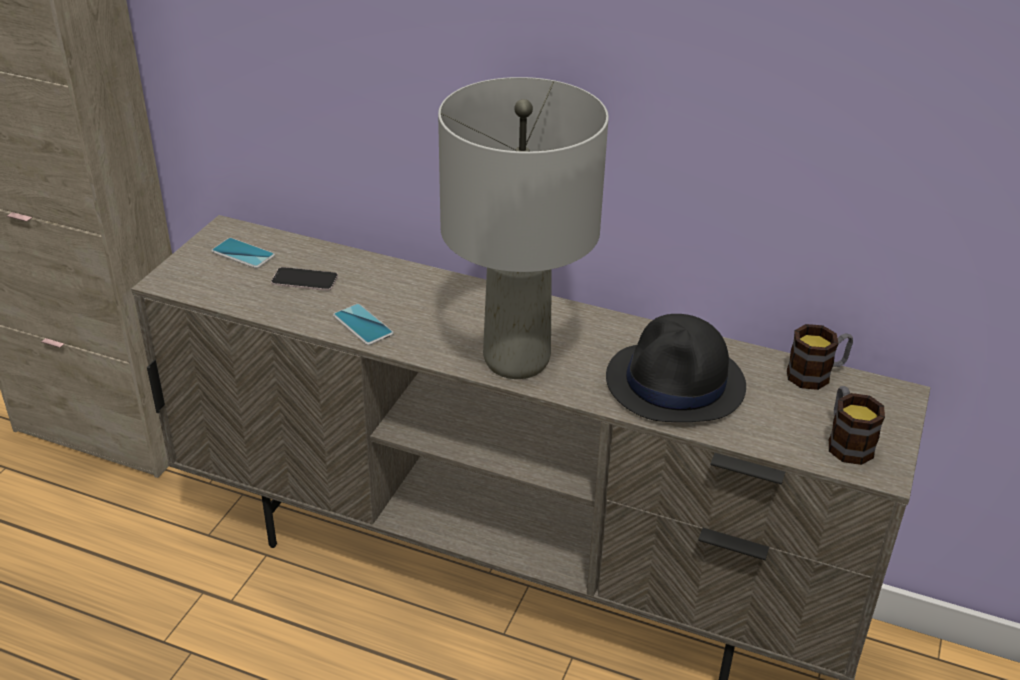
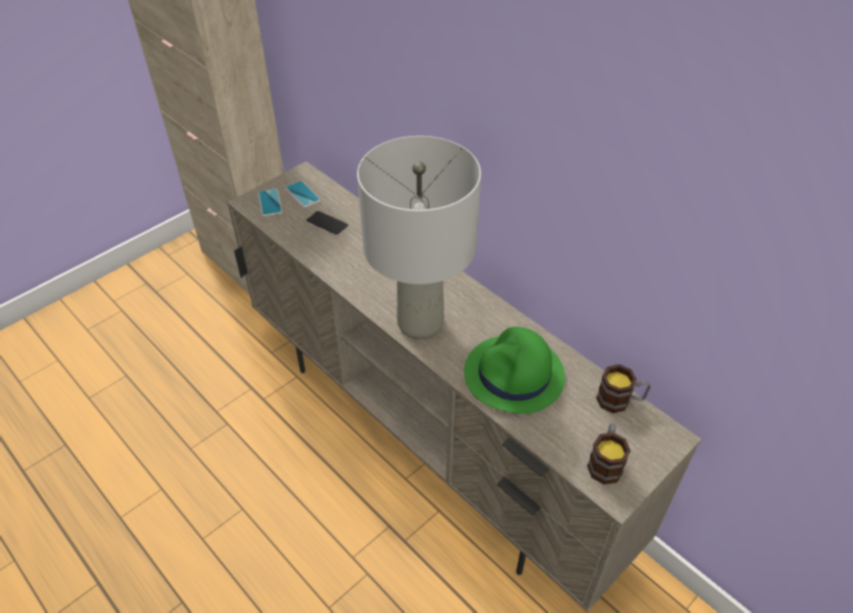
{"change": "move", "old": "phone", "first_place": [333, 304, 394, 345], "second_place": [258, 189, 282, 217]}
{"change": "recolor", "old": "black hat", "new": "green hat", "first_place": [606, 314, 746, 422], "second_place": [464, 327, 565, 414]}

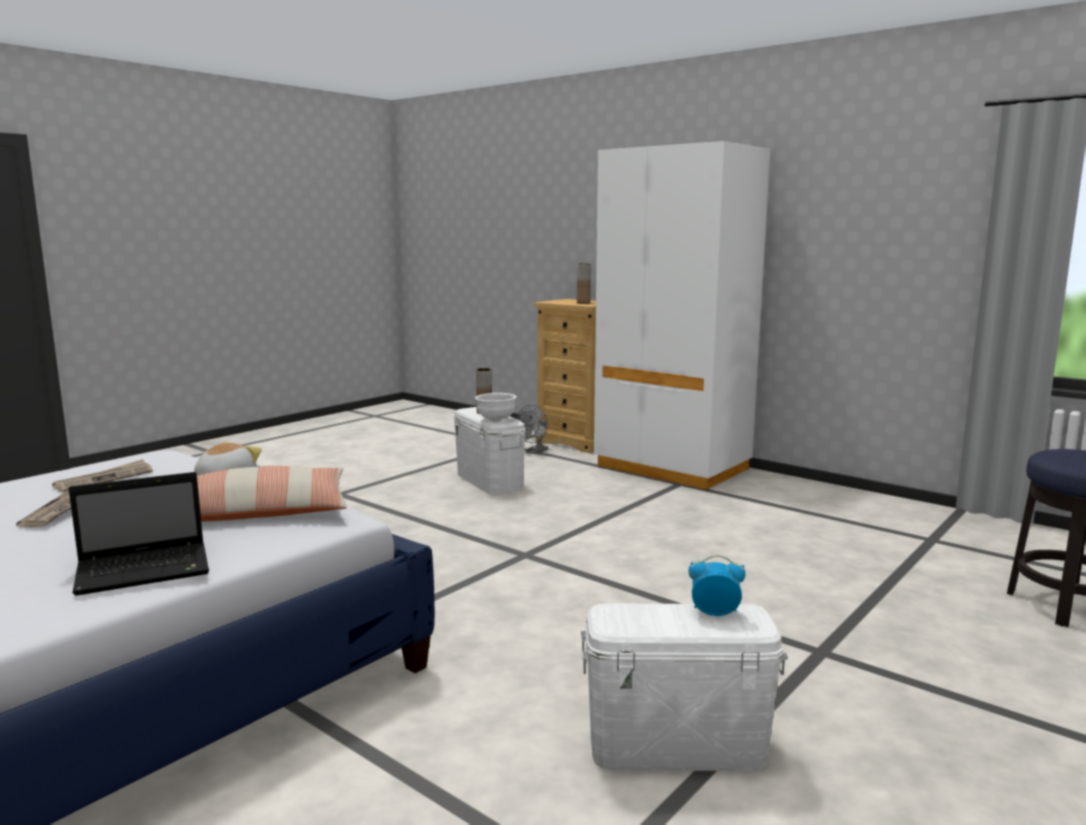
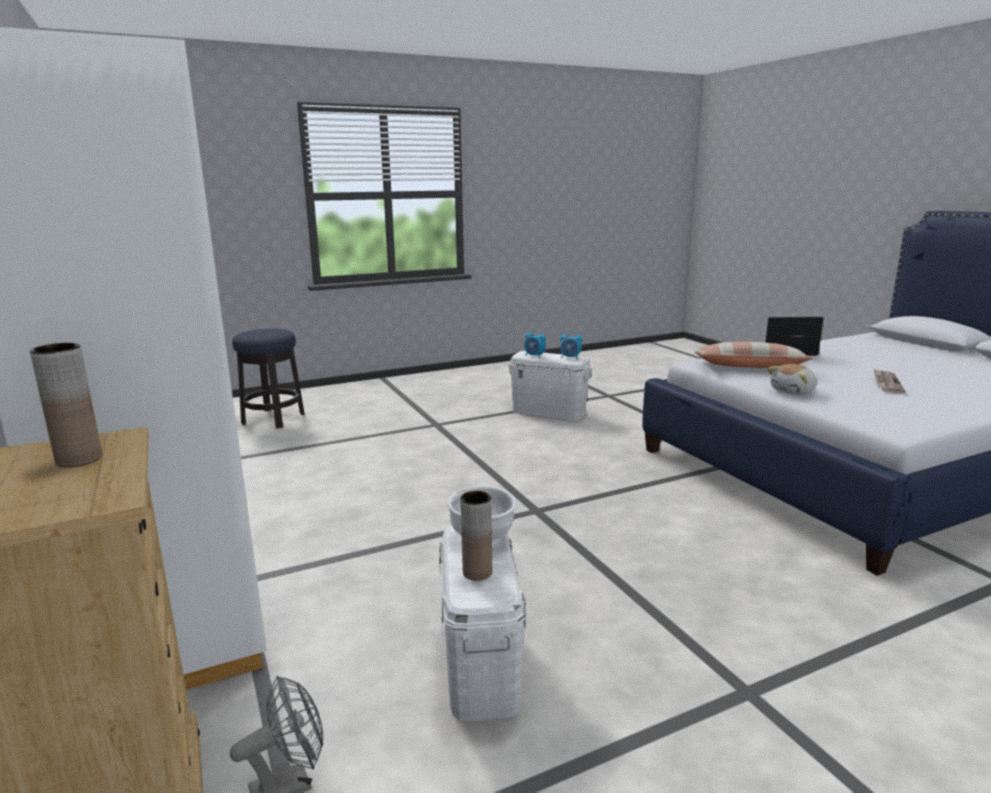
{"change": "insert", "new": "alarm clock", "second_place": [560, 331, 583, 360]}
{"change": "delete", "old": "newspaper", "first_place": [52, 459, 153, 492]}

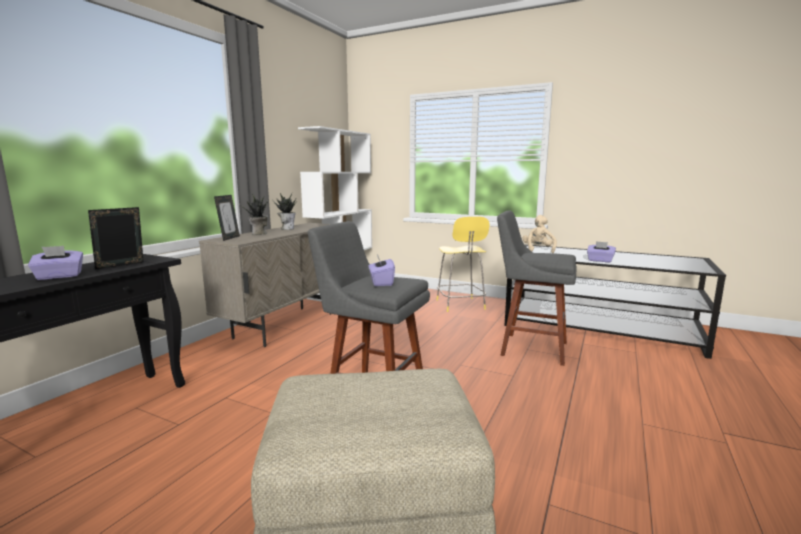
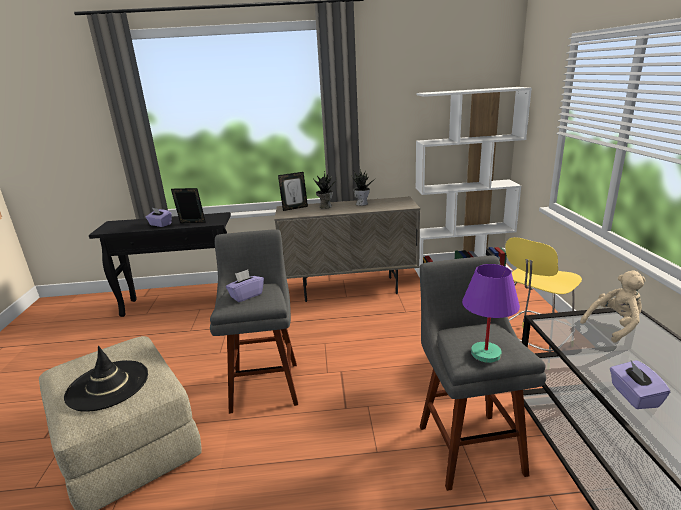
{"change": "insert", "new": "black hat", "second_place": [64, 346, 148, 412]}
{"change": "insert", "new": "purple table lamp", "second_place": [462, 264, 520, 363]}

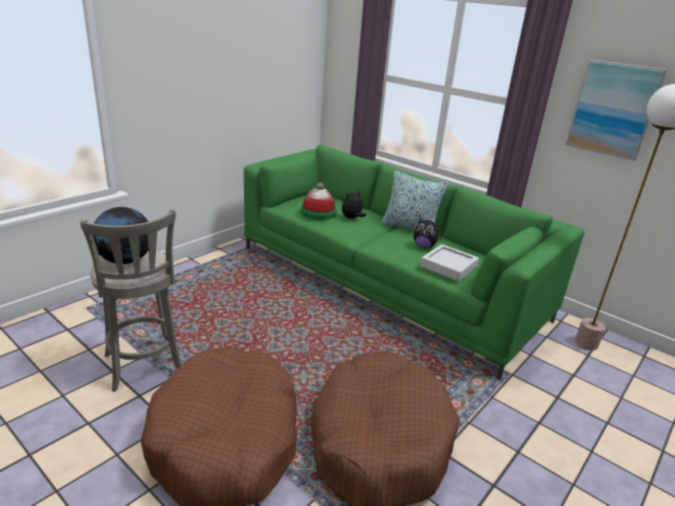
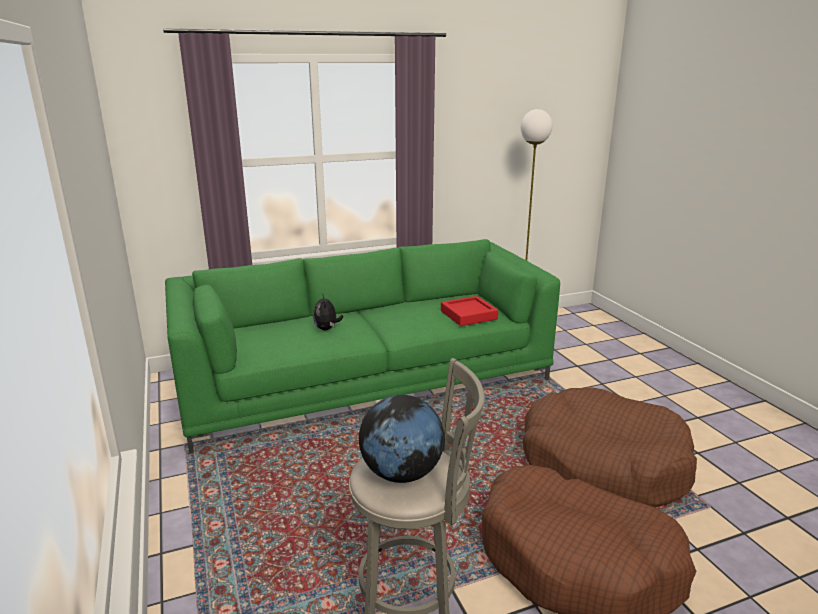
{"change": "recolor", "old": "grey tray", "new": "red tray", "first_place": [420, 244, 479, 281], "second_place": [441, 296, 498, 326]}
{"change": "delete", "old": "hat", "first_place": [301, 182, 337, 220]}
{"change": "delete", "old": "pillow", "first_place": [381, 171, 449, 231]}
{"change": "delete", "old": "plush toy", "first_place": [414, 217, 441, 248]}
{"change": "delete", "old": "picture", "first_place": [566, 59, 667, 161]}

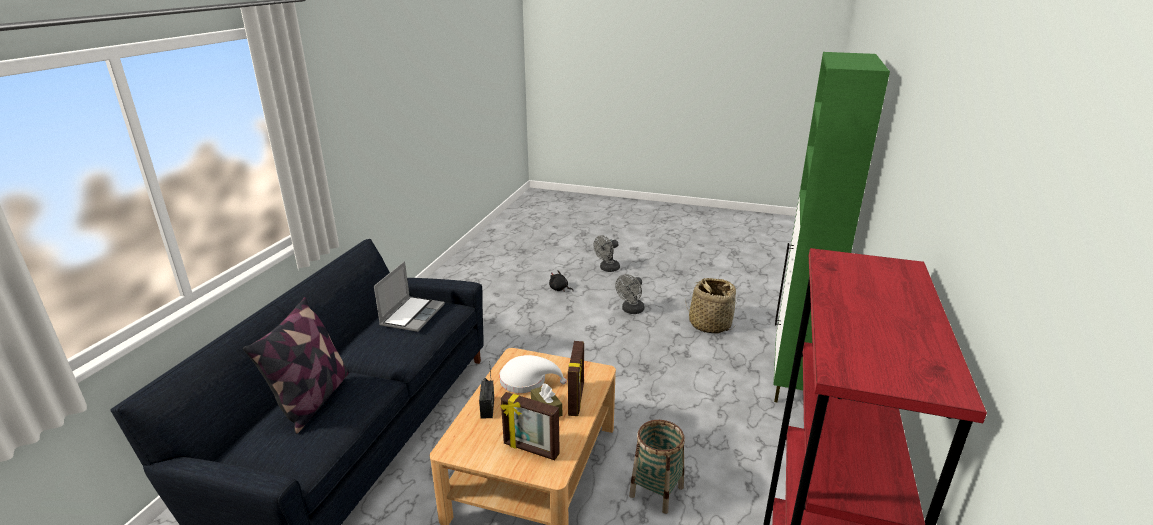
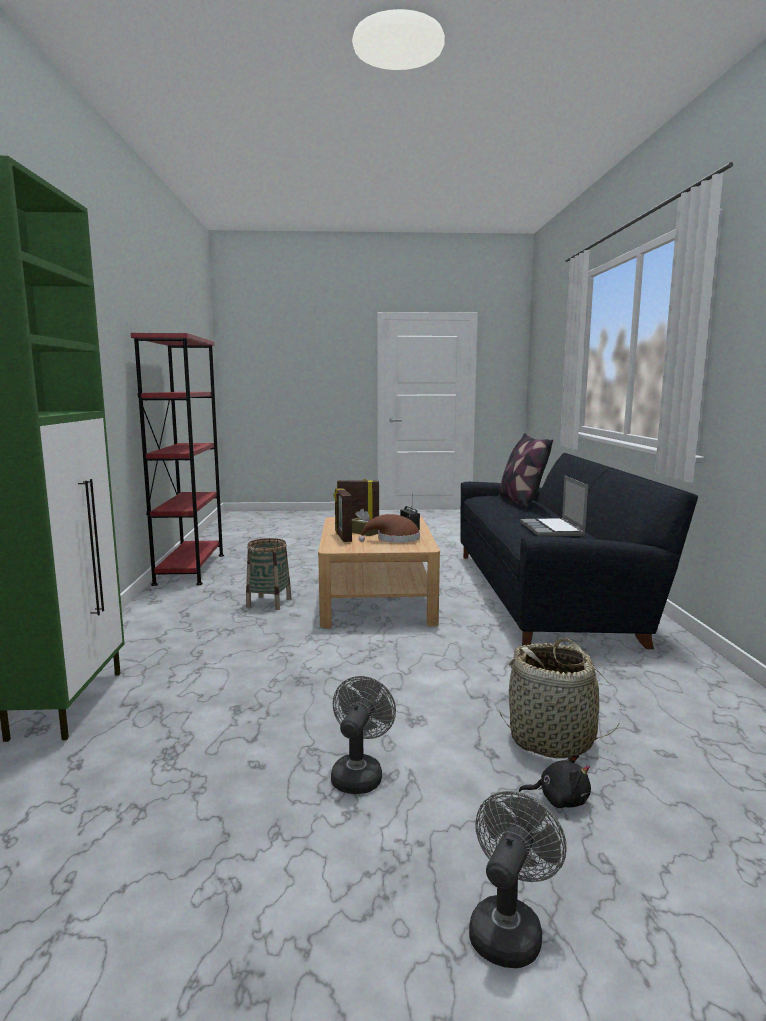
{"change": "recolor", "old": "white hat", "new": "brown hat", "first_place": [499, 355, 567, 393], "second_place": [358, 514, 420, 543]}
{"change": "move", "old": "basket", "first_place": [686, 278, 736, 334], "second_place": [499, 638, 621, 758]}

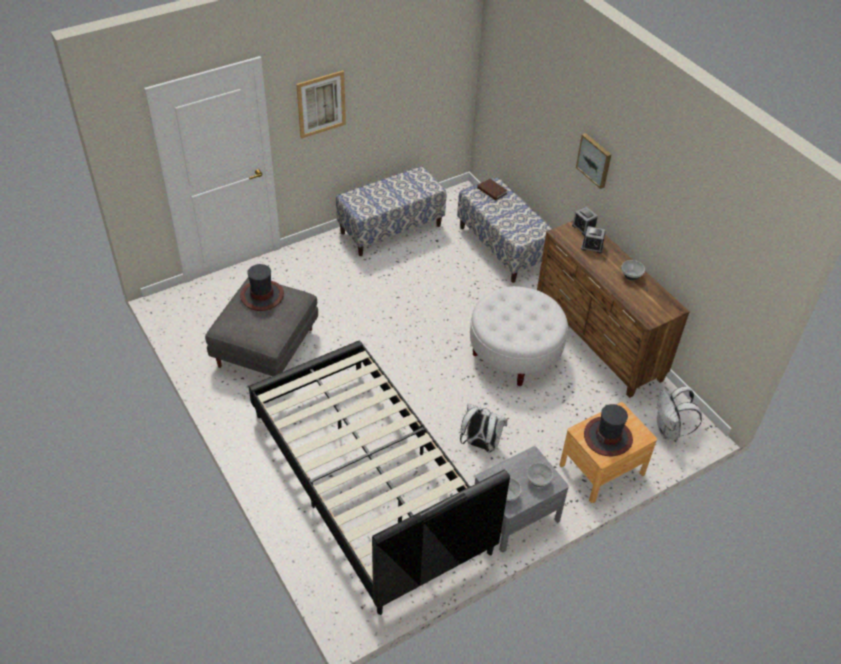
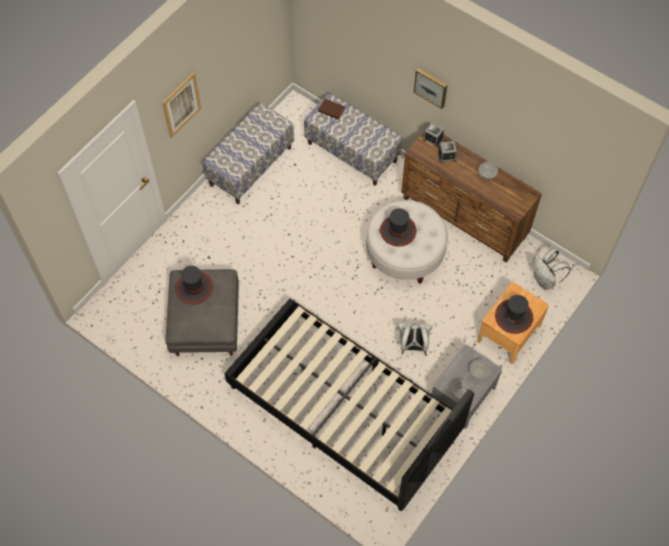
{"change": "insert", "new": "hat", "second_place": [380, 208, 416, 247]}

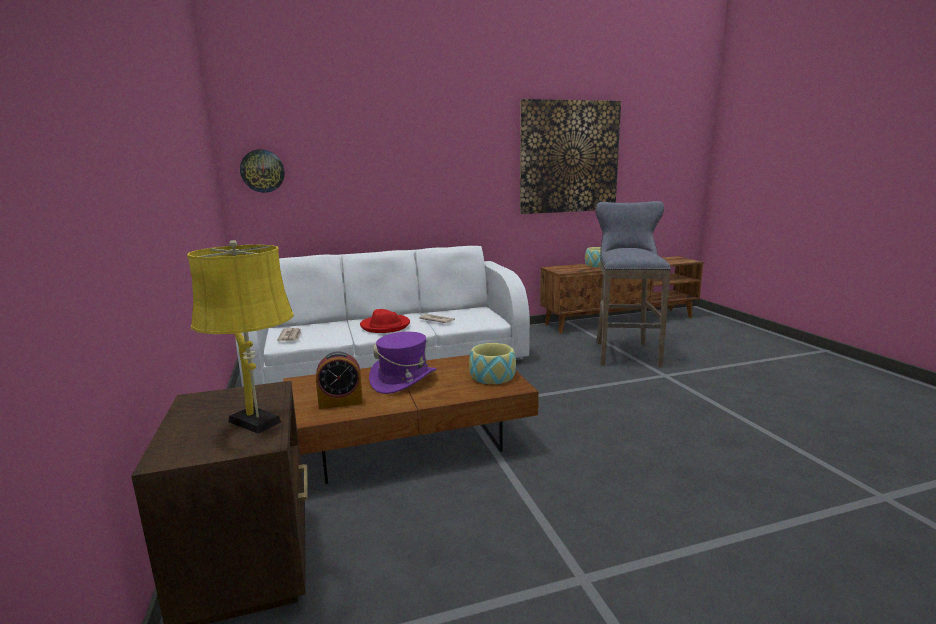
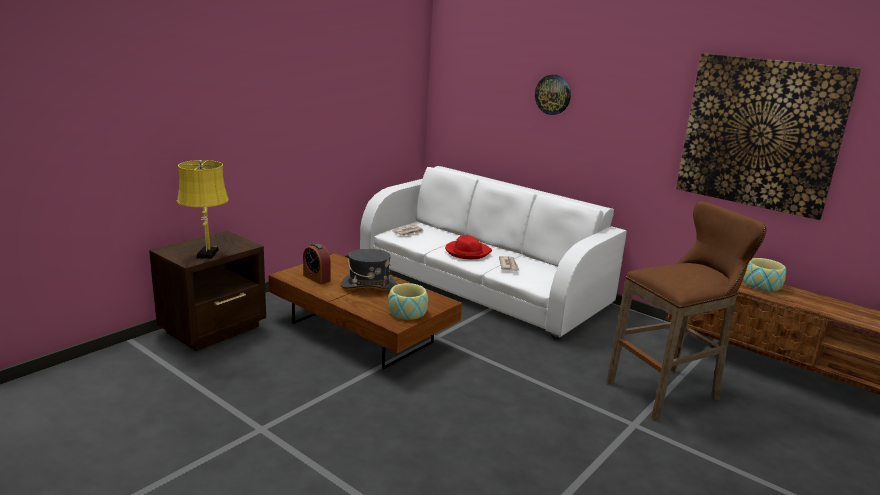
{"change": "recolor", "old": "purple hat", "new": "grey hat", "first_place": [369, 332, 436, 394], "second_place": [340, 249, 397, 289]}
{"change": "move", "old": "wall clock", "first_place": [240, 150, 285, 193], "second_place": [535, 75, 571, 115]}
{"change": "recolor", "old": "grey stool", "new": "brown stool", "first_place": [596, 201, 671, 368], "second_place": [607, 201, 767, 420]}

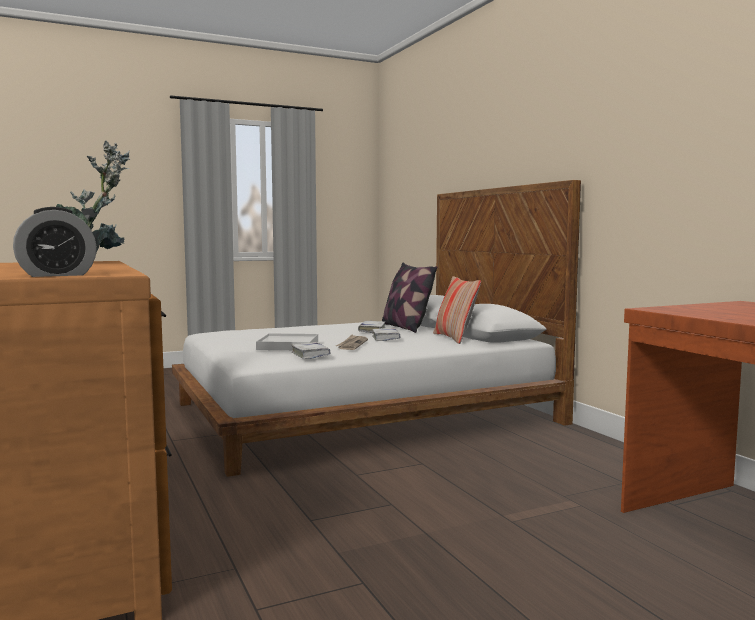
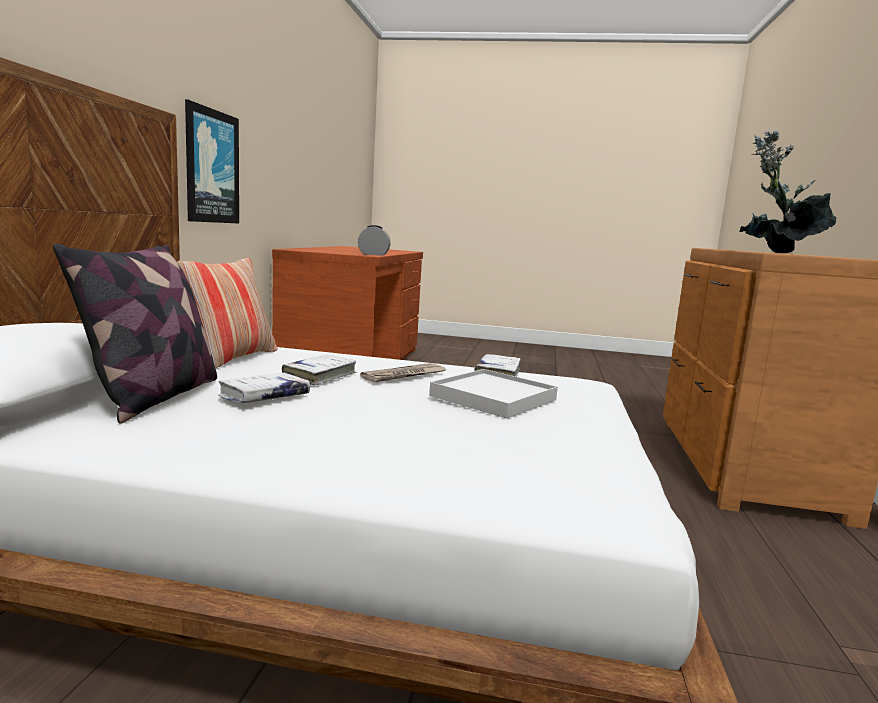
{"change": "insert", "new": "picture", "second_place": [185, 100, 239, 224]}
{"change": "move", "old": "alarm clock", "first_place": [13, 207, 97, 277], "second_place": [358, 225, 391, 256]}

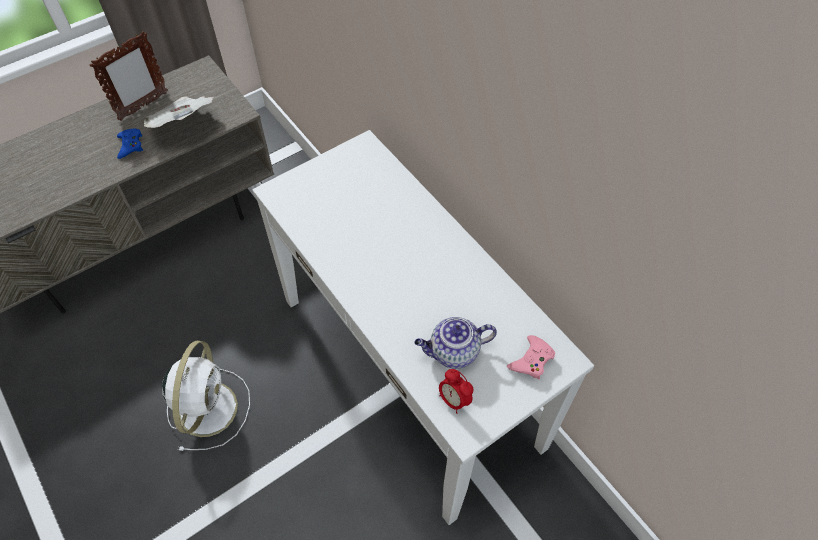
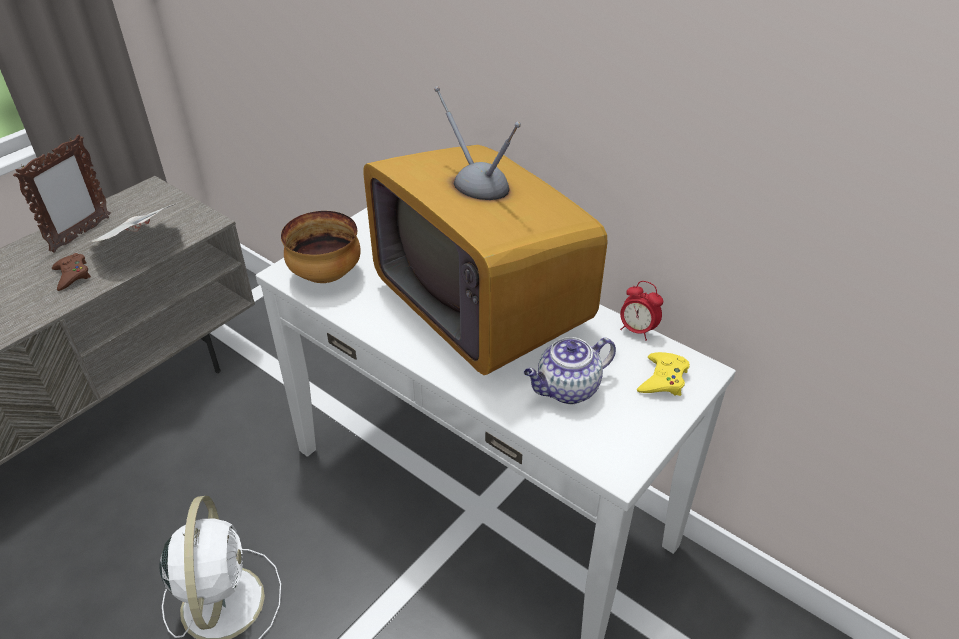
{"change": "recolor", "old": "blue game controller", "new": "brown game controller", "first_place": [117, 128, 143, 159], "second_place": [52, 253, 91, 291]}
{"change": "insert", "new": "bowl", "second_place": [281, 211, 361, 283]}
{"change": "insert", "new": "television", "second_place": [363, 86, 608, 375]}
{"change": "move", "old": "alarm clock", "first_place": [439, 369, 474, 414], "second_place": [620, 281, 663, 341]}
{"change": "recolor", "old": "pink game controller", "new": "yellow game controller", "first_place": [507, 335, 555, 379], "second_place": [637, 352, 690, 396]}

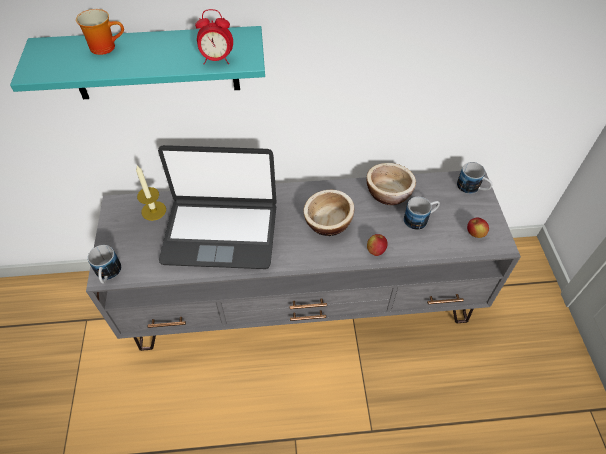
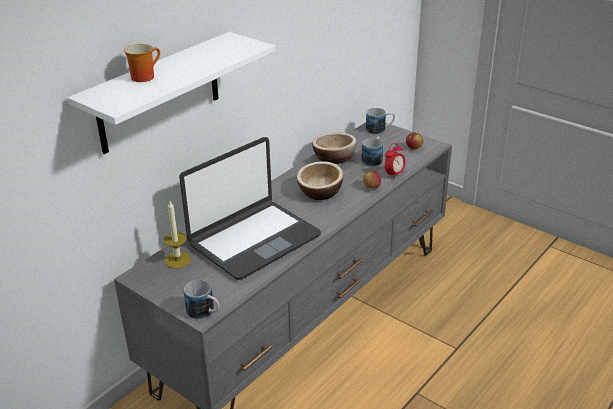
{"change": "recolor", "old": "turquoise shelf", "new": "white shelf", "first_place": [10, 26, 265, 99], "second_place": [67, 32, 275, 154]}
{"change": "move", "old": "alarm clock", "first_place": [195, 9, 233, 65], "second_place": [385, 143, 405, 179]}

